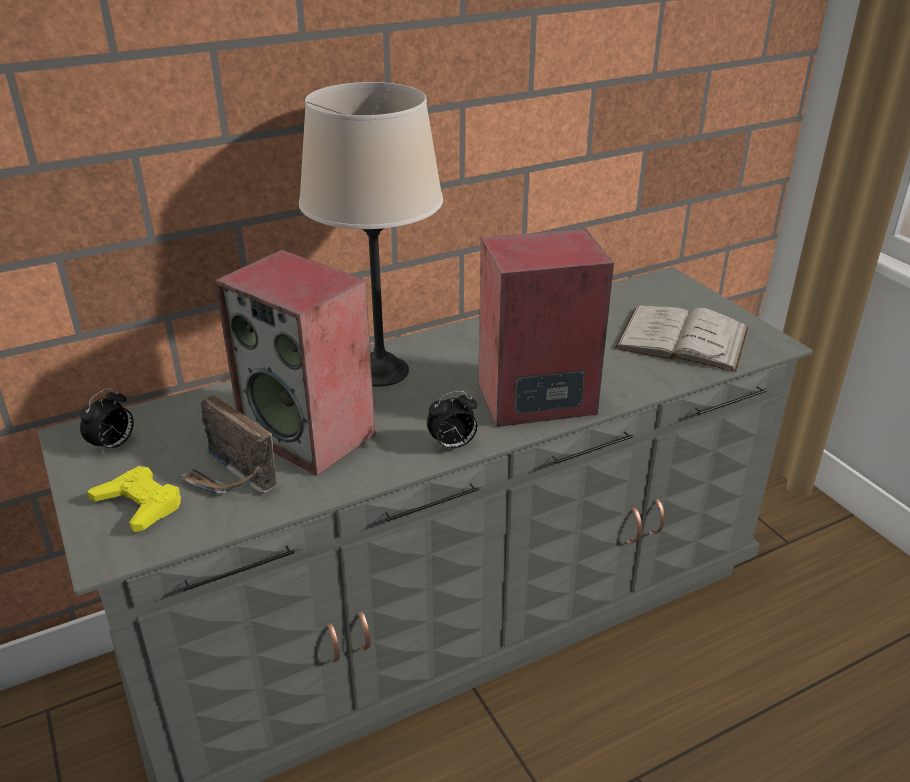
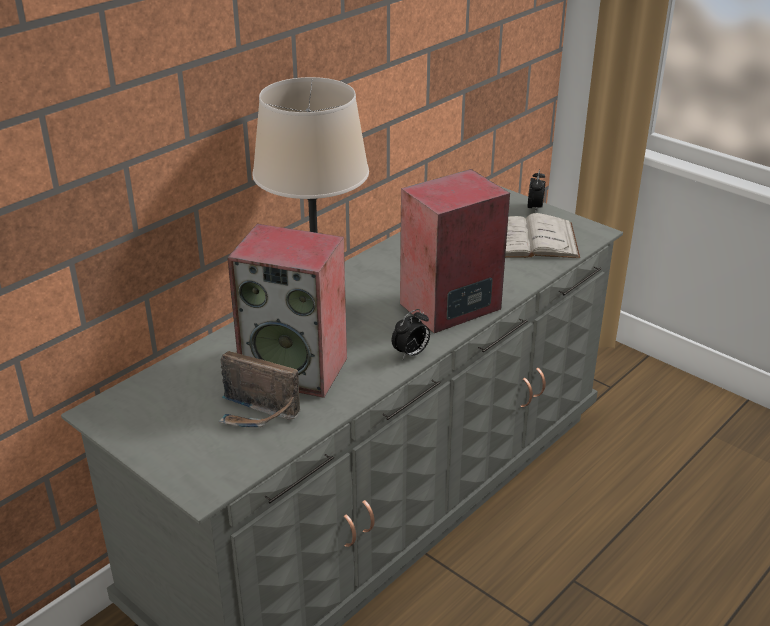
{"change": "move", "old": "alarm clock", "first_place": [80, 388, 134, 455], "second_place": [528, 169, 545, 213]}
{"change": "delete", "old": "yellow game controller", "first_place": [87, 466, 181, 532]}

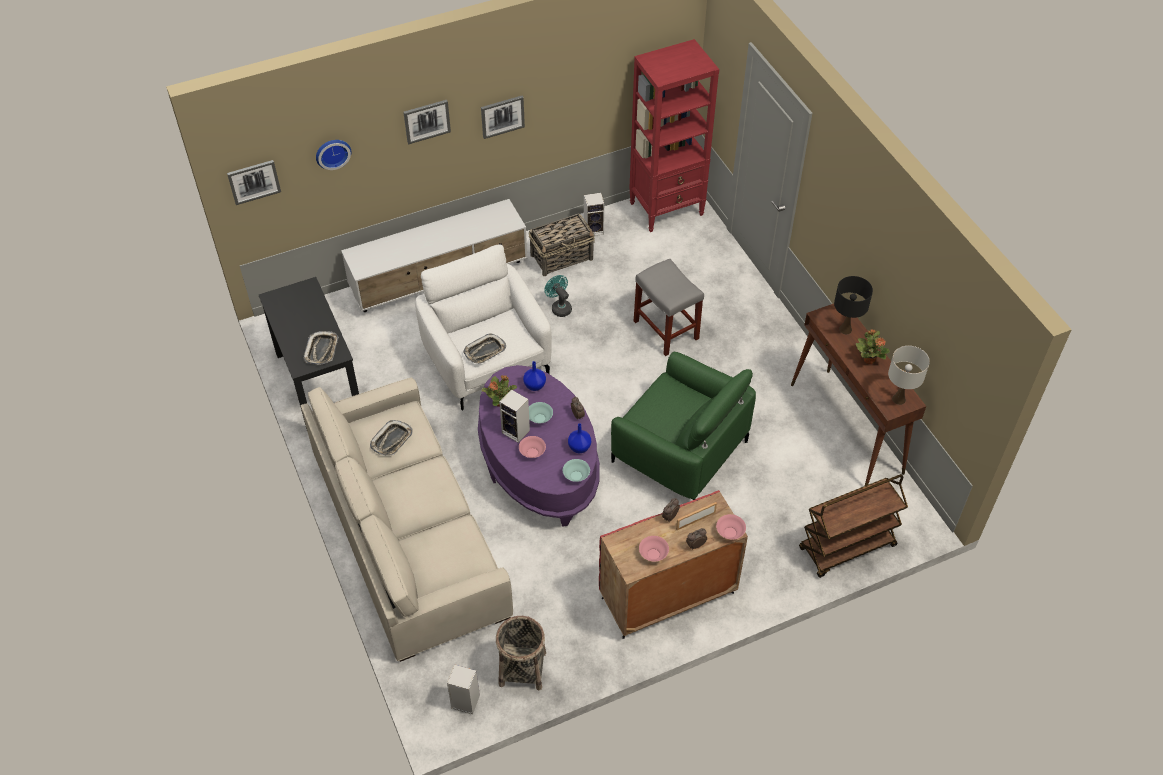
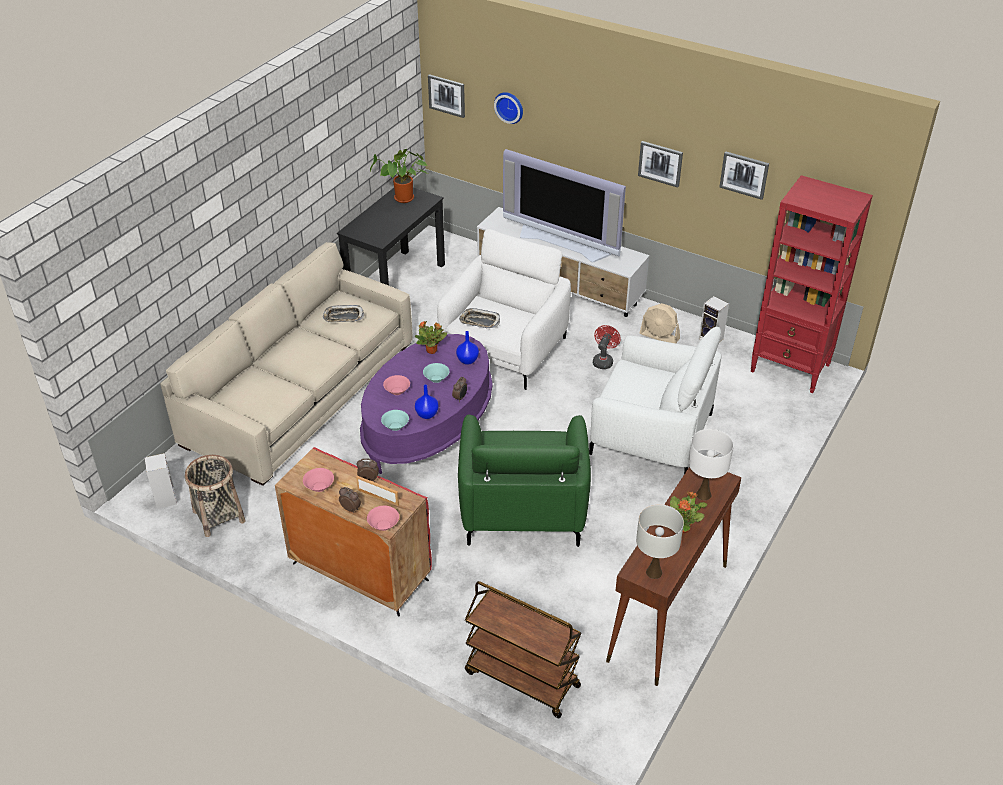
{"change": "insert", "new": "potted plant", "second_place": [370, 149, 428, 203]}
{"change": "insert", "new": "television", "second_place": [503, 149, 626, 263]}
{"change": "replace", "old": "grey stool", "new": "white armchair", "first_place": [634, 259, 704, 356], "second_place": [589, 327, 722, 474]}
{"change": "recolor", "old": "turquoise fan", "new": "red fan", "first_place": [544, 275, 572, 317], "second_place": [593, 325, 621, 369]}
{"change": "replace", "old": "basket", "new": "beige fan", "first_place": [529, 213, 595, 276], "second_place": [640, 303, 680, 343]}
{"change": "recolor", "old": "black table lamp", "new": "white table lamp", "first_place": [834, 276, 873, 334], "second_place": [688, 429, 734, 500]}
{"change": "move", "old": "picture", "first_place": [403, 100, 451, 144], "second_place": [719, 151, 769, 200]}
{"change": "delete", "old": "tray", "first_place": [304, 331, 339, 365]}
{"change": "delete", "old": "speaker", "first_place": [499, 389, 530, 443]}

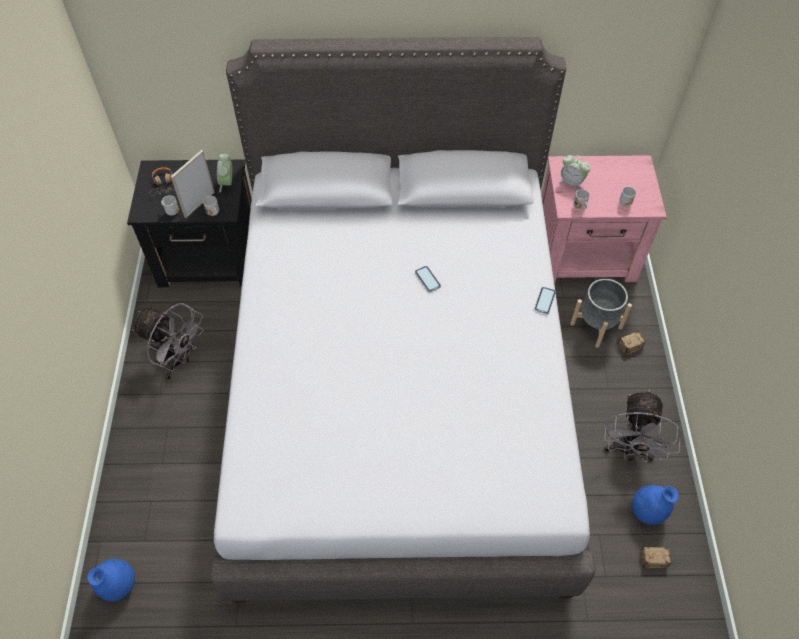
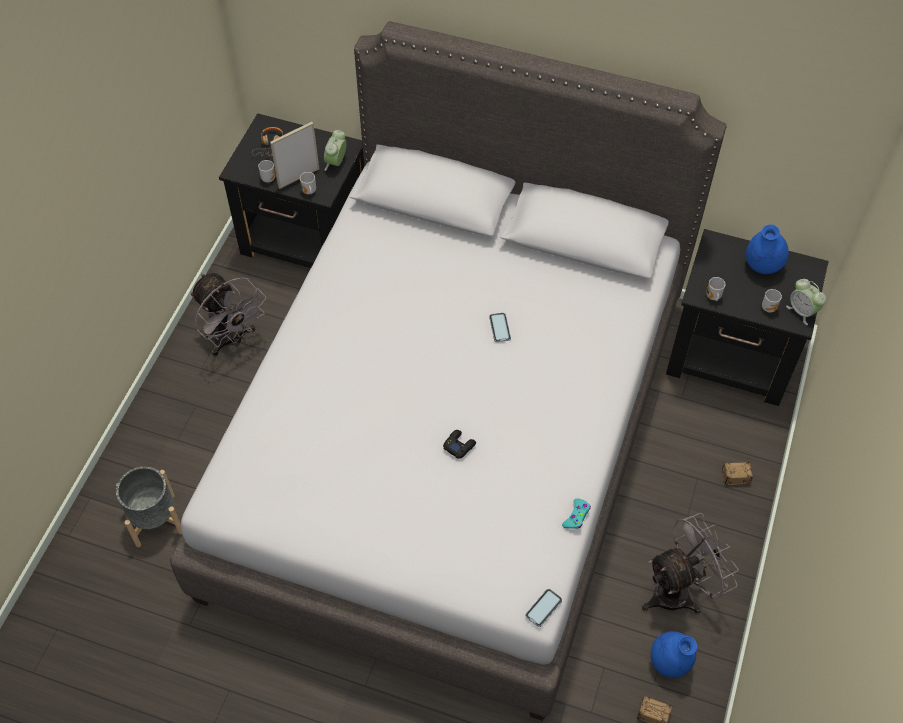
{"change": "move", "old": "grey planter", "first_place": [570, 279, 632, 348], "second_place": [116, 466, 182, 547]}
{"change": "insert", "new": "black game controller", "second_place": [443, 430, 476, 459]}
{"change": "move", "old": "phone", "first_place": [534, 287, 556, 314], "second_place": [525, 589, 562, 627]}
{"change": "insert", "new": "turquoise game controller", "second_place": [562, 499, 591, 529]}
{"change": "rotate", "old": "grey fan", "first_place": [604, 389, 682, 463], "second_place": [642, 513, 739, 614], "degrees": -150}
{"change": "recolor", "old": "pink nightstand", "new": "black nightstand", "first_place": [542, 155, 667, 283], "second_place": [666, 229, 829, 406]}
{"change": "move", "old": "blue vase", "first_place": [87, 559, 135, 601], "second_place": [746, 225, 789, 274]}
{"change": "move", "old": "alarm clock", "first_place": [558, 155, 591, 191], "second_place": [786, 279, 826, 325]}

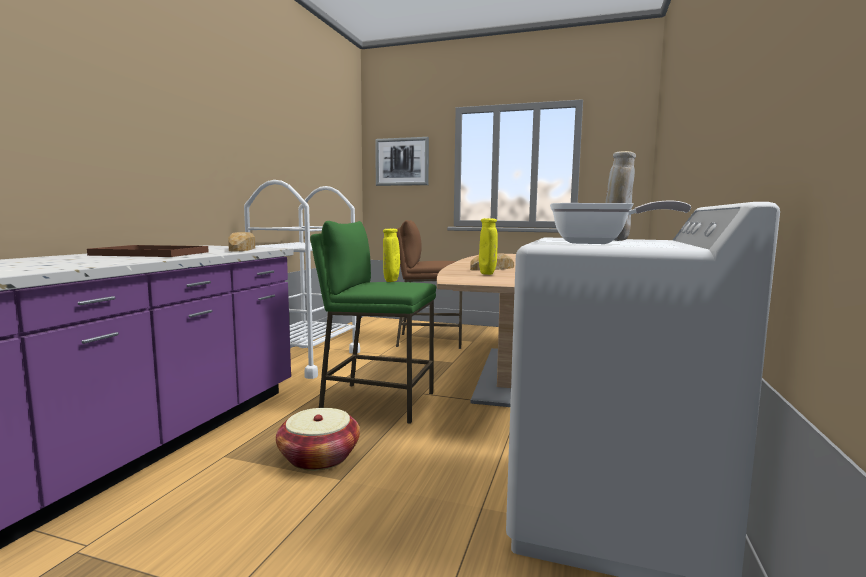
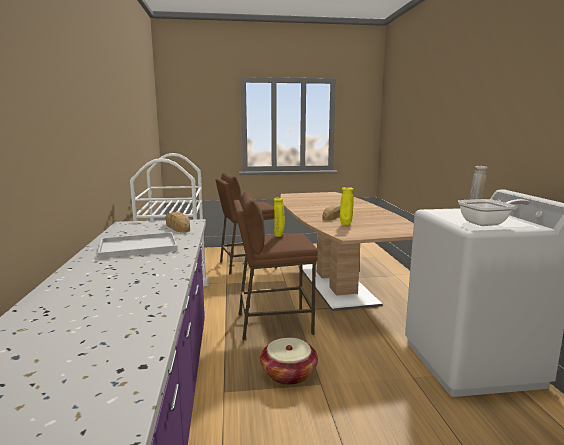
{"change": "recolor", "old": "brown tray", "new": "white tray", "first_place": [87, 245, 209, 257], "second_place": [98, 232, 178, 259]}
{"change": "recolor", "old": "green stool", "new": "brown stool", "first_place": [310, 221, 436, 424], "second_place": [233, 191, 318, 340]}
{"change": "delete", "old": "picture", "first_place": [375, 137, 429, 186]}

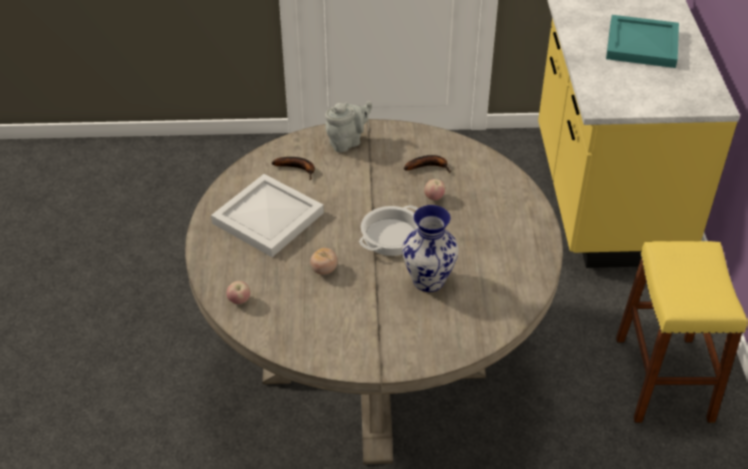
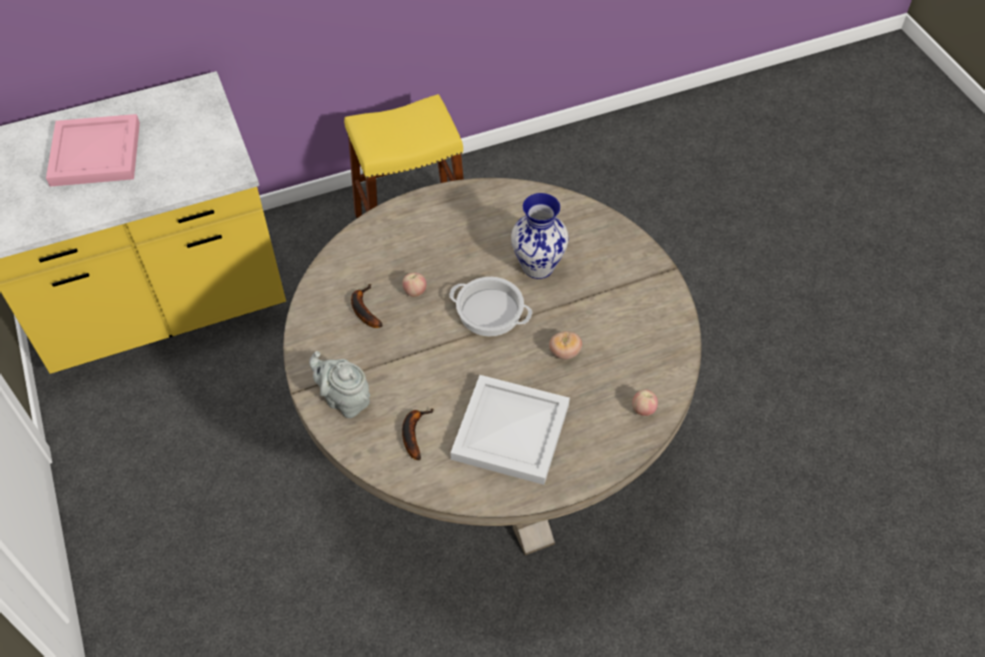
{"change": "recolor", "old": "turquoise tray", "new": "pink tray", "first_place": [606, 15, 679, 68], "second_place": [46, 114, 140, 187]}

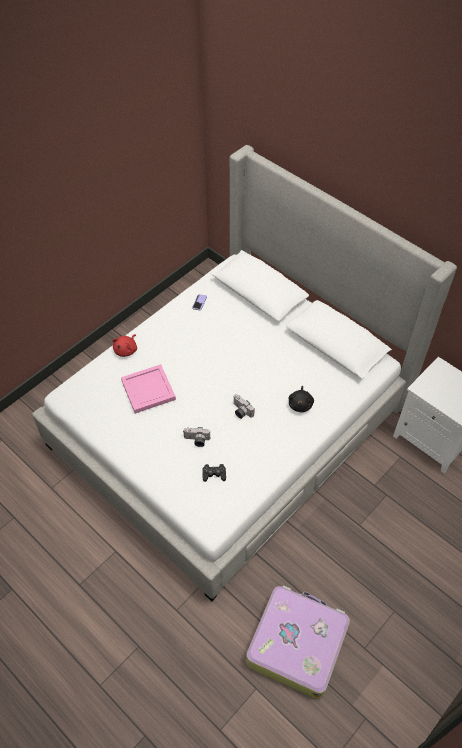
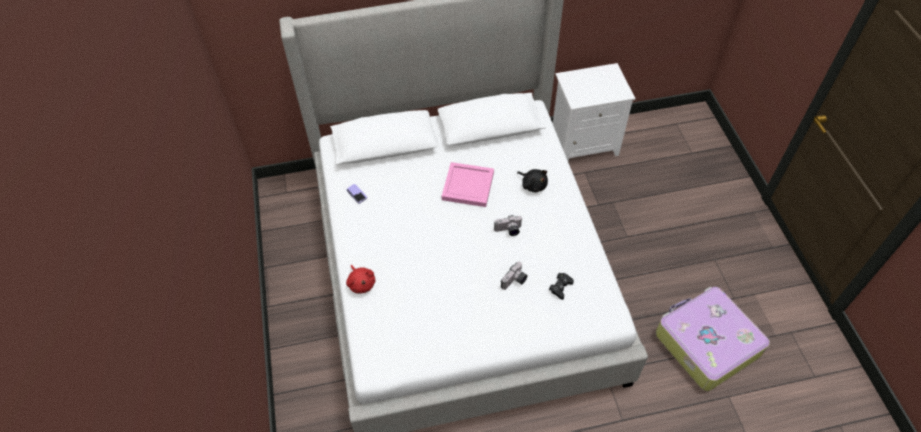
{"change": "move", "old": "pink tray", "first_place": [121, 364, 176, 414], "second_place": [442, 162, 494, 207]}

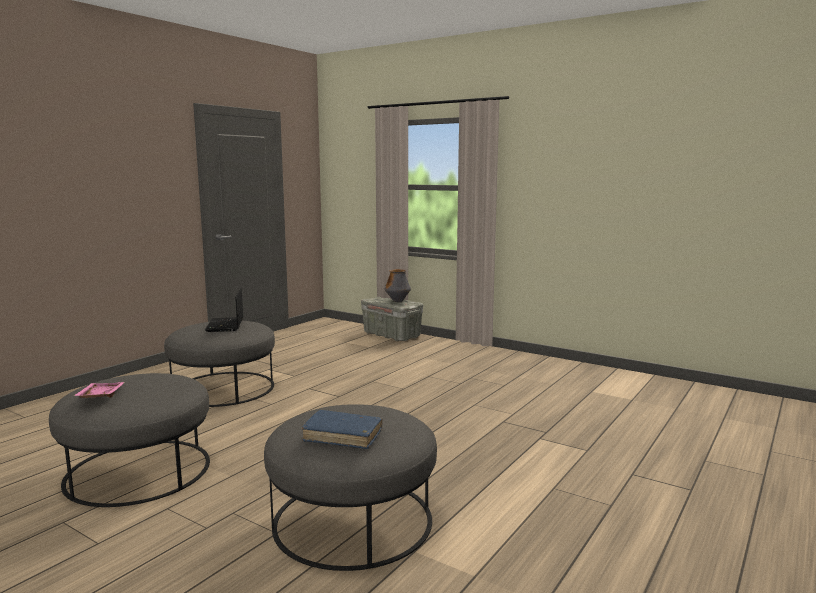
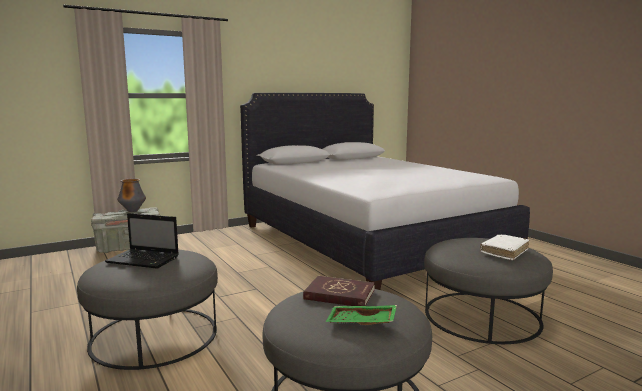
{"change": "insert", "new": "white bed", "second_place": [240, 93, 530, 290]}
{"change": "insert", "new": "red book", "second_place": [303, 276, 375, 306]}
{"change": "recolor", "old": "pink tray", "new": "green tray", "first_place": [73, 382, 125, 398], "second_place": [325, 305, 397, 325]}
{"change": "recolor", "old": "blue book", "new": "white book", "first_place": [302, 410, 382, 449], "second_place": [480, 235, 529, 260]}

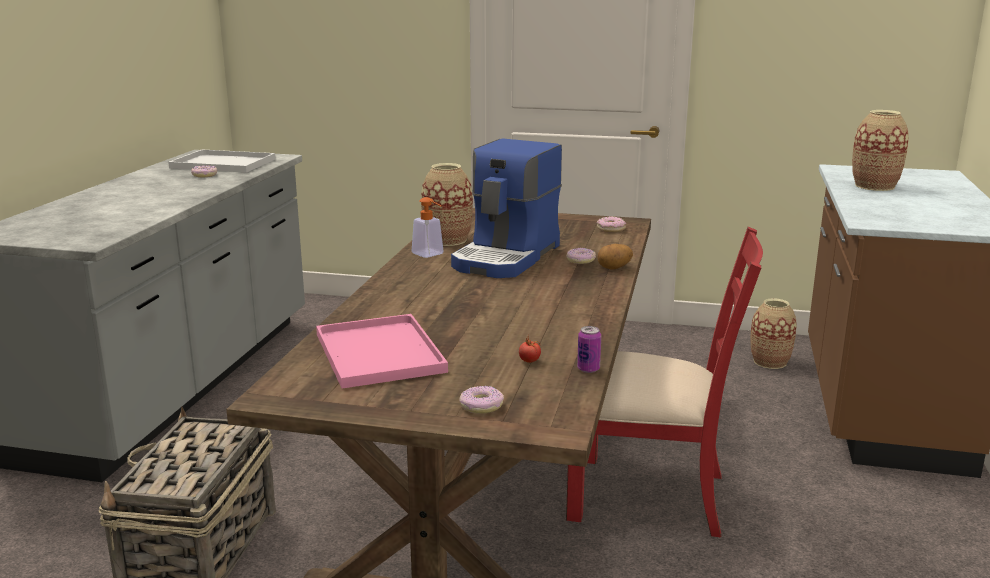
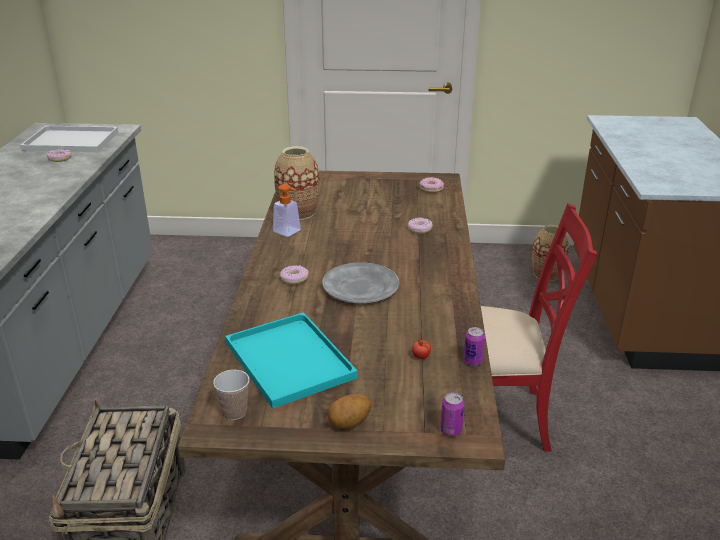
{"change": "insert", "new": "cup", "second_place": [213, 370, 250, 420]}
{"change": "recolor", "old": "pink tray", "new": "turquoise tray", "first_place": [316, 314, 448, 389], "second_place": [225, 312, 358, 409]}
{"change": "move", "old": "donut", "first_place": [460, 386, 504, 414], "second_place": [280, 265, 309, 284]}
{"change": "insert", "new": "grey plate", "second_place": [322, 263, 399, 303]}
{"change": "move", "old": "potato", "first_place": [597, 244, 633, 270], "second_place": [328, 394, 371, 428]}
{"change": "insert", "new": "can", "second_place": [440, 392, 465, 436]}
{"change": "delete", "old": "coffee machine", "first_place": [451, 138, 562, 278]}
{"change": "delete", "old": "vase", "first_place": [852, 110, 909, 191]}

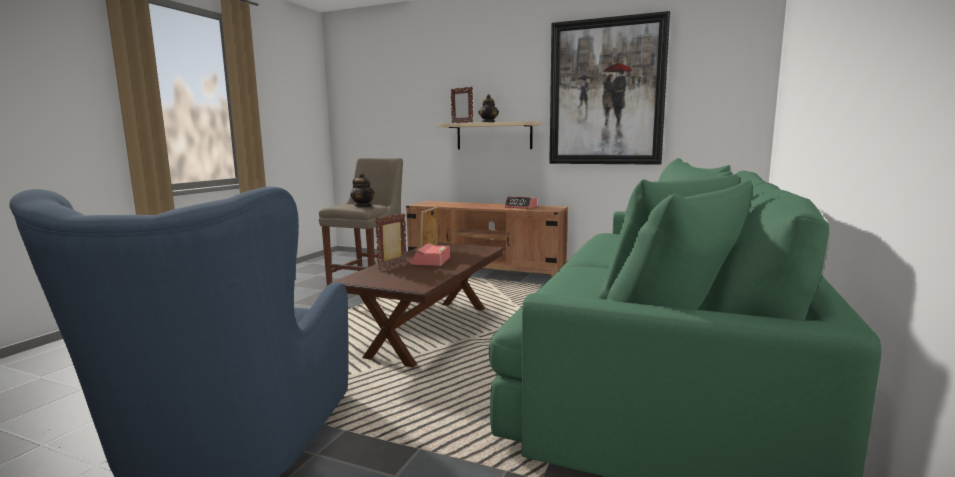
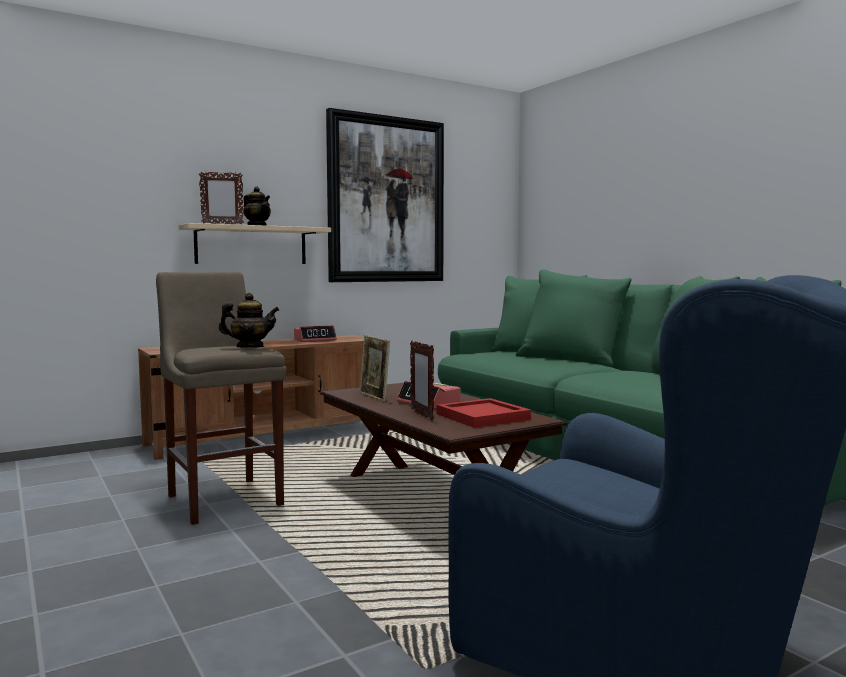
{"change": "insert", "new": "red tray", "second_place": [436, 398, 531, 428]}

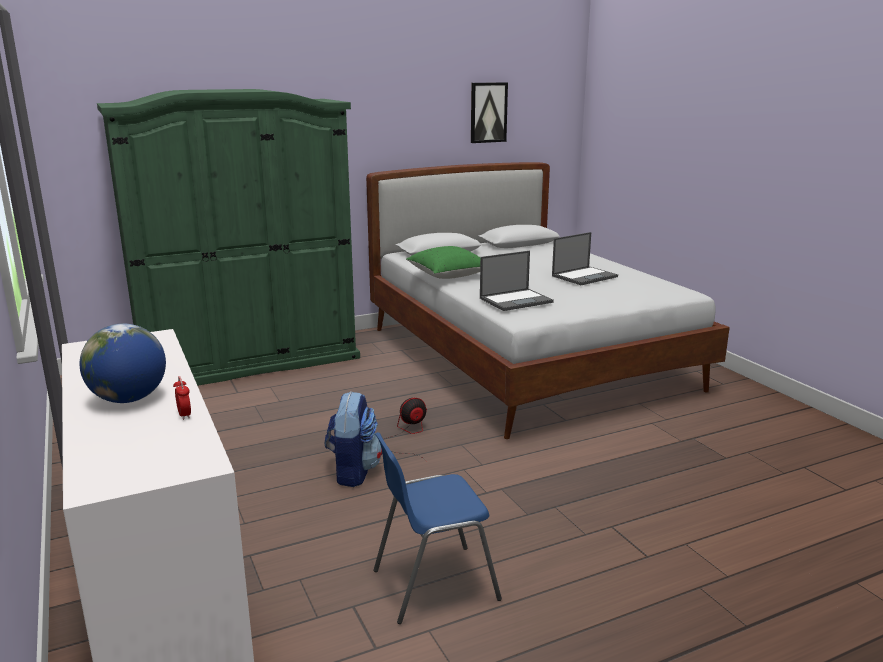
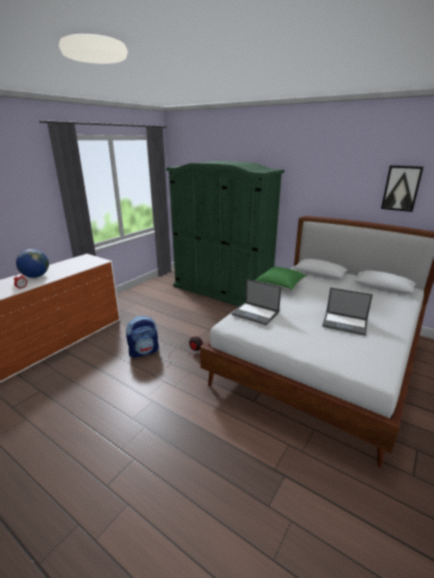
{"change": "delete", "old": "blue chair", "first_place": [373, 432, 502, 624]}

